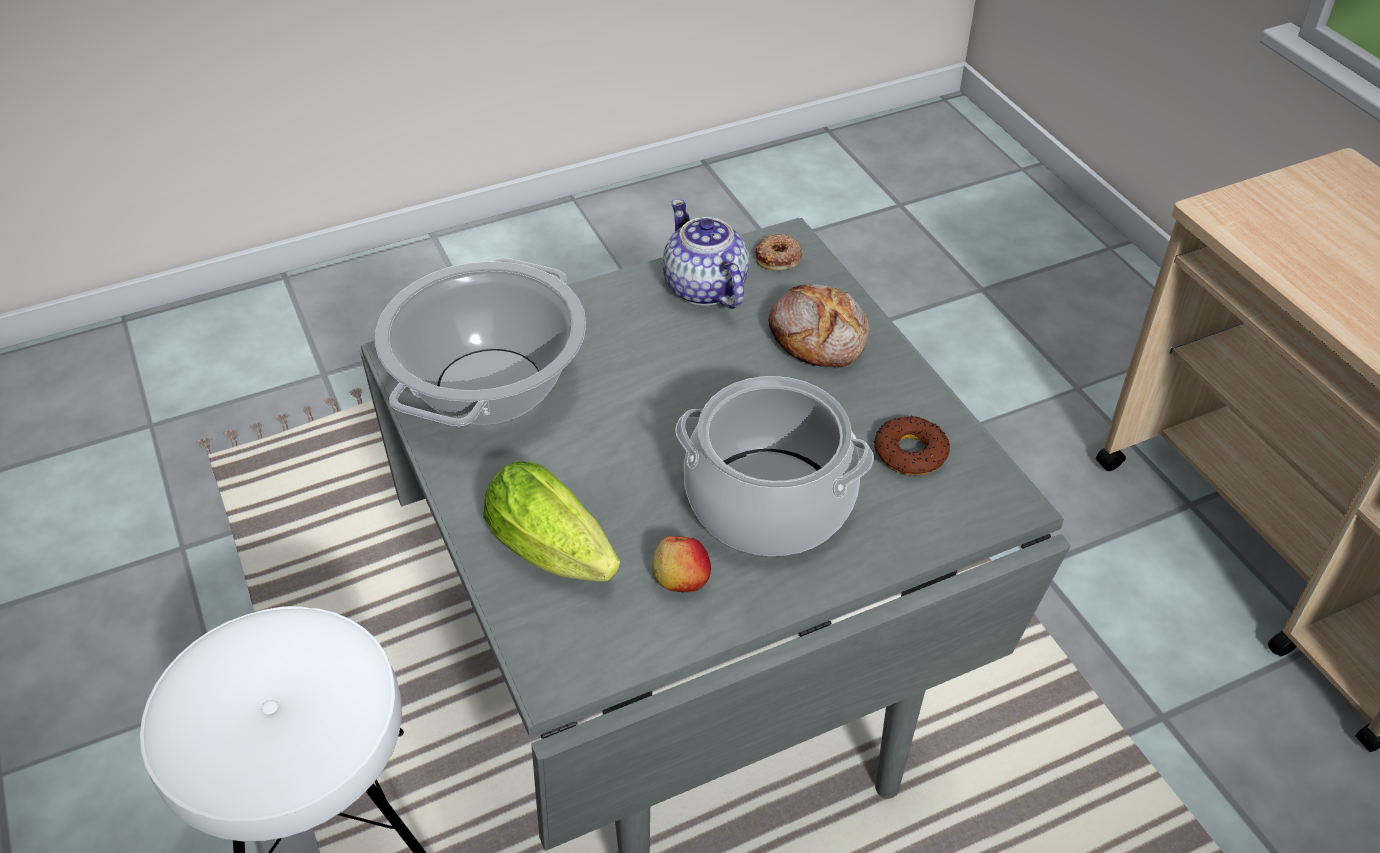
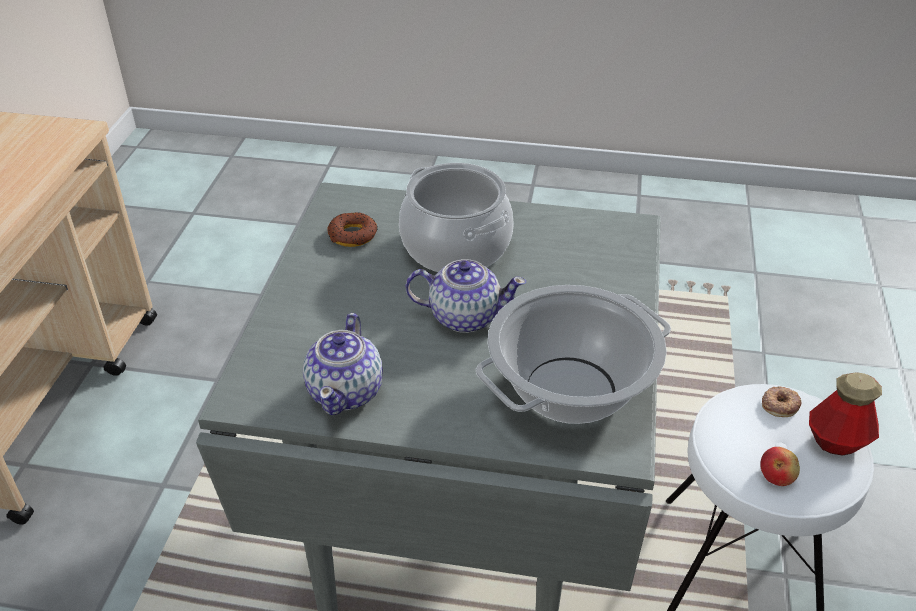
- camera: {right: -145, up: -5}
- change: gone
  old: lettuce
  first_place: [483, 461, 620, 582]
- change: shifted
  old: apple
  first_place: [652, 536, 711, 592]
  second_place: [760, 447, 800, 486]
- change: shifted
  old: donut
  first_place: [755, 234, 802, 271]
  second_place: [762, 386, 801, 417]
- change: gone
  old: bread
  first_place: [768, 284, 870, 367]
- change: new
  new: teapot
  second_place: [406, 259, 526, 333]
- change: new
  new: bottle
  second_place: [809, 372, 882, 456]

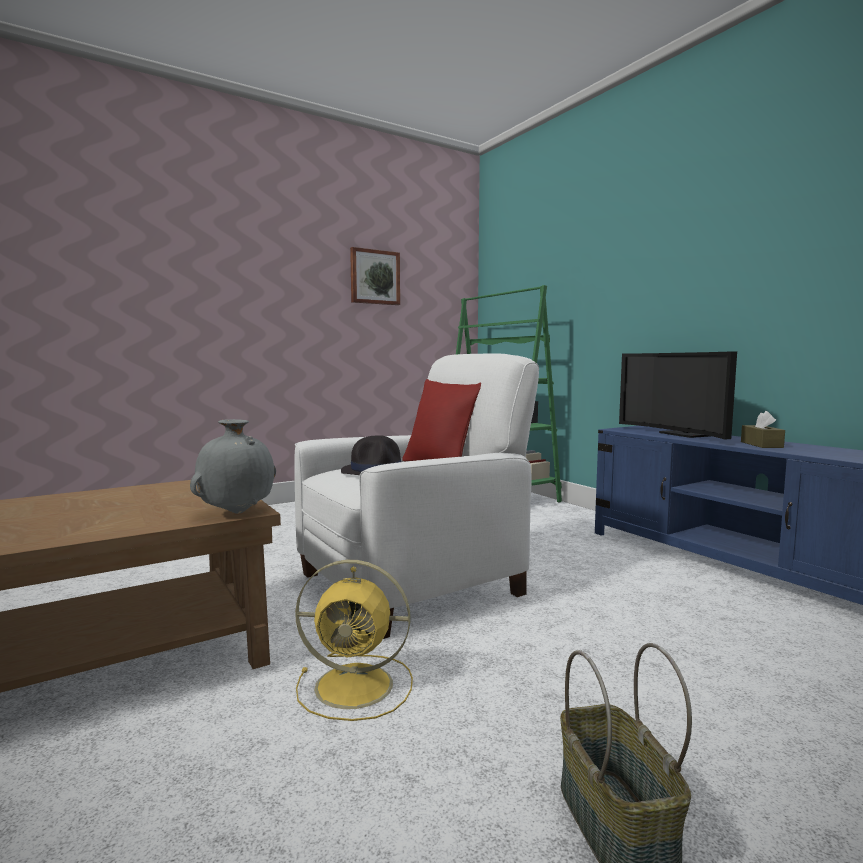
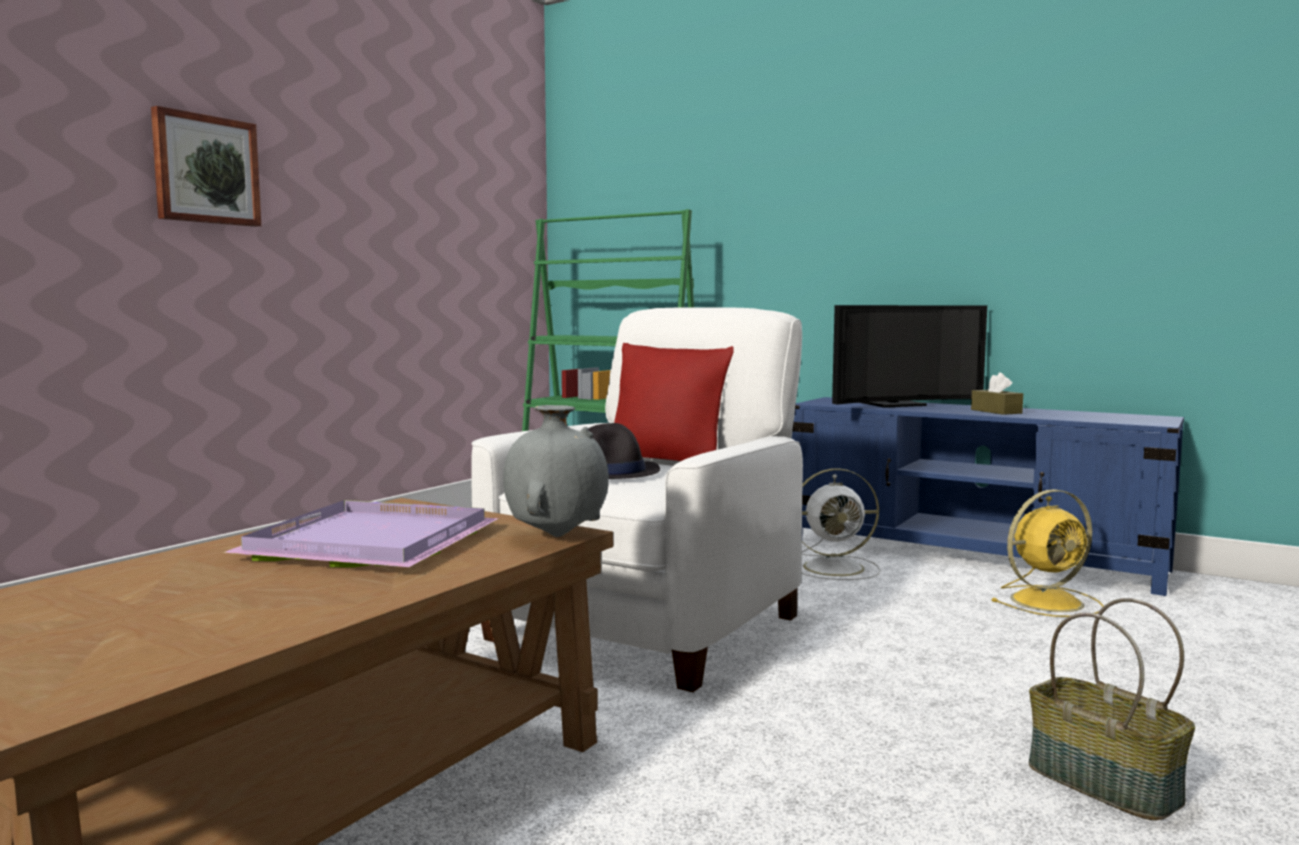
- camera: {right: -25, up: 0}
- change: shifted
  old: yellow fan
  first_place: [295, 560, 413, 721]
  second_place: [991, 489, 1104, 617]
- change: shifted
  old: picture
  first_place: [350, 247, 400, 305]
  second_place: [151, 106, 261, 227]
- change: rotated
  old: television
  first_place: [619, 351, 737, 440]
  second_place: [832, 305, 987, 407]
  degrees: -60
- change: new
  new: purple tray
  second_place: [223, 500, 499, 567]
- change: new
  new: white fan
  second_place: [801, 468, 881, 580]

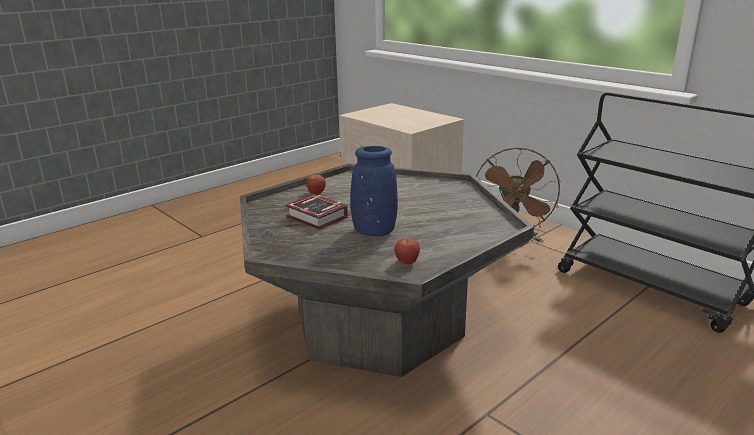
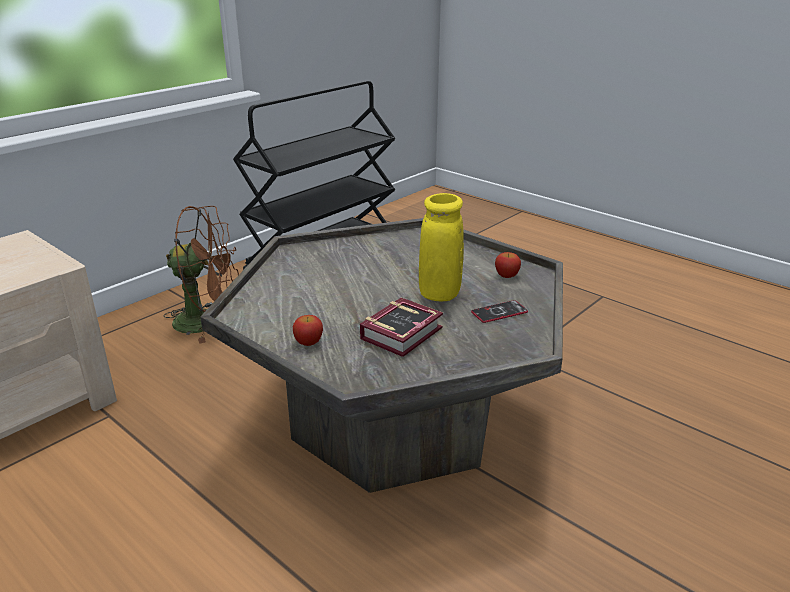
- camera: {right: -95, up: 5}
- change: repainted
  old: blue vase
  new: yellow vase
  first_place: [350, 146, 398, 236]
  second_place: [419, 193, 464, 301]
- change: new
  new: phone
  second_place: [471, 300, 528, 323]

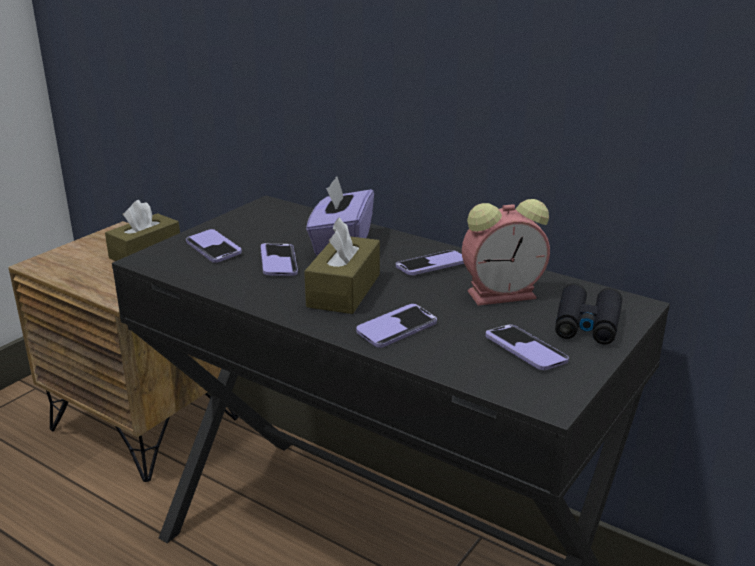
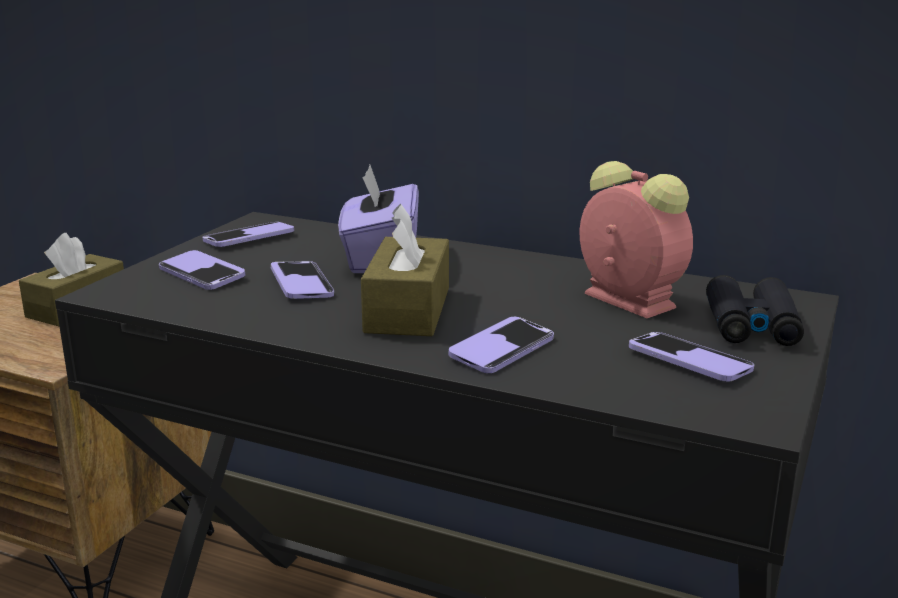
- camera: {right: -10, up: -5}
- change: shifted
  old: phone
  first_place: [396, 250, 464, 275]
  second_place: [202, 222, 294, 247]
- change: rotated
  old: alarm clock
  first_place: [462, 199, 550, 306]
  second_place: [580, 161, 693, 318]
  degrees: -105

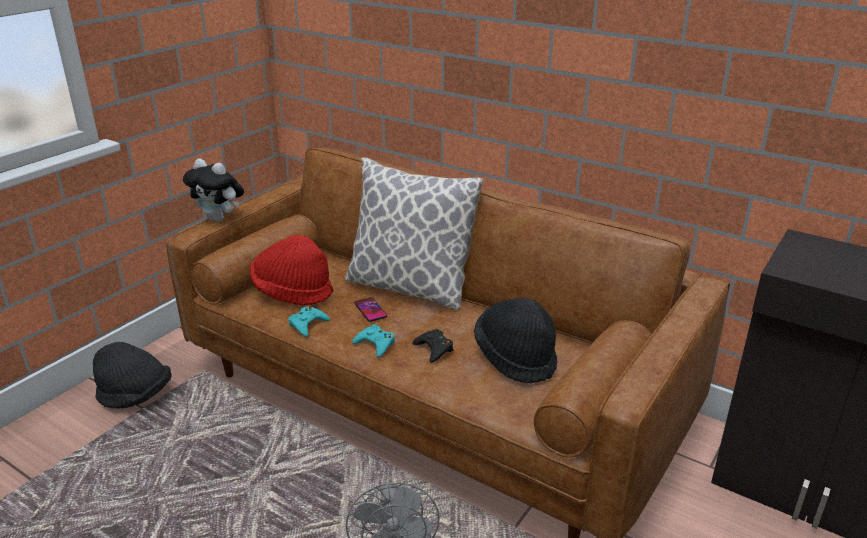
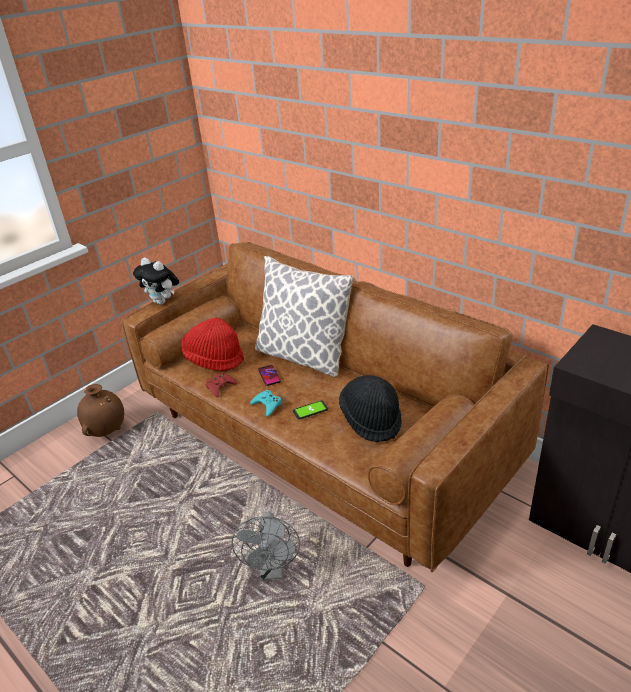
- camera: {right: 10, up: 5}
- change: swapped
  old: black hat
  new: brown vase
  first_place: [93, 342, 172, 408]
  second_place: [77, 384, 124, 437]
- change: repainted
  old: turquoise game controller
  new: red game controller
  first_place: [288, 306, 330, 337]
  second_place: [206, 373, 237, 398]
- change: swapped
  old: black game controller
  new: phone
  first_place: [412, 329, 453, 363]
  second_place: [293, 400, 328, 419]

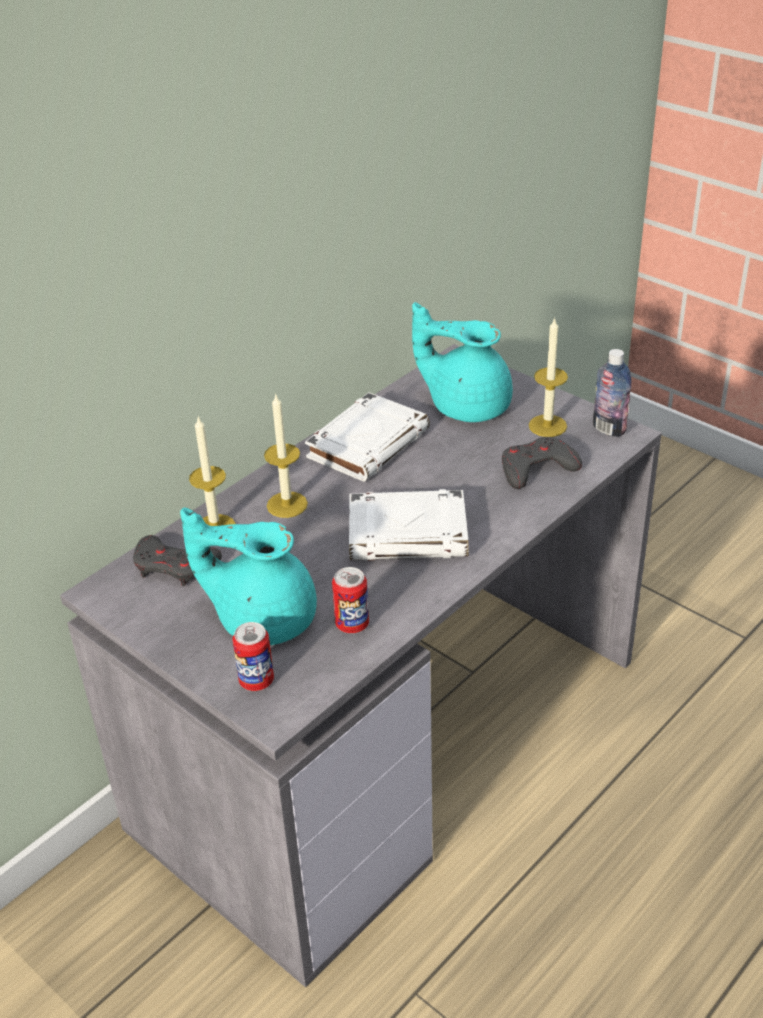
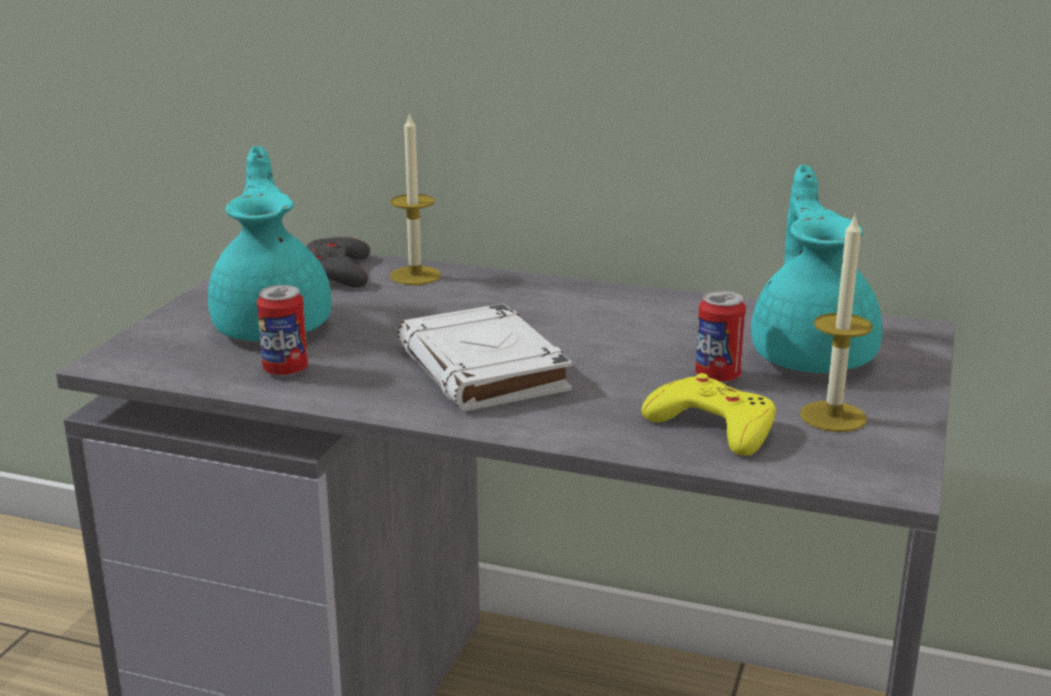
- camera: {right: 65, up: -15}
- change: shifted
  old: can
  first_place: [233, 622, 274, 691]
  second_place: [695, 290, 746, 383]
- change: gone
  old: candle
  first_place: [264, 395, 308, 518]
- change: gone
  old: white book
  first_place: [305, 392, 430, 482]
- change: repainted
  old: grey game controller
  new: yellow game controller
  first_place: [502, 437, 582, 489]
  second_place: [642, 373, 776, 456]
- change: gone
  old: bottle
  first_place: [593, 349, 631, 437]

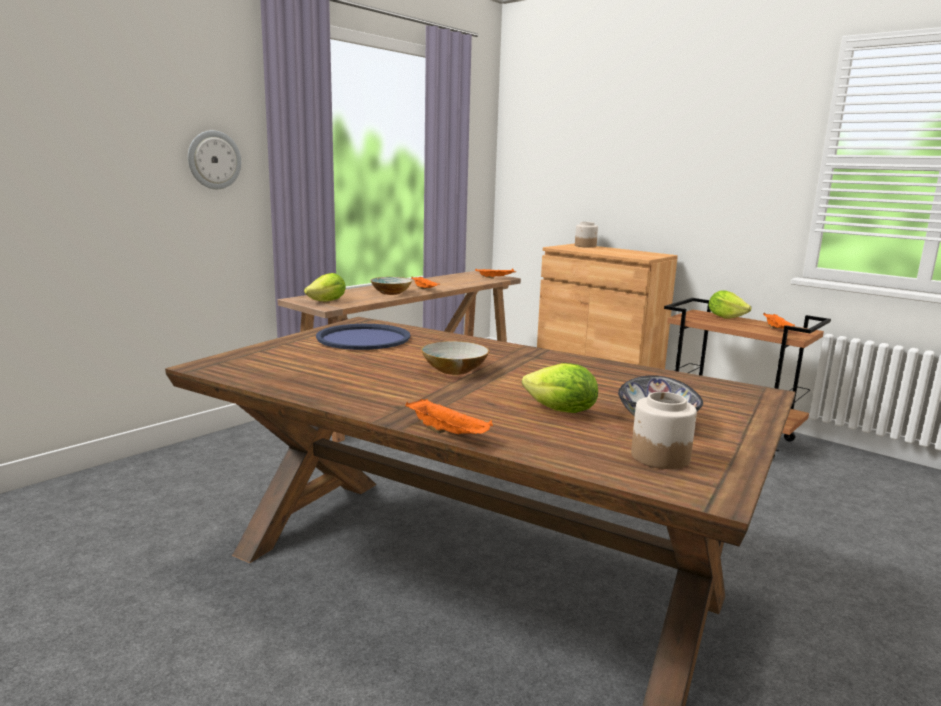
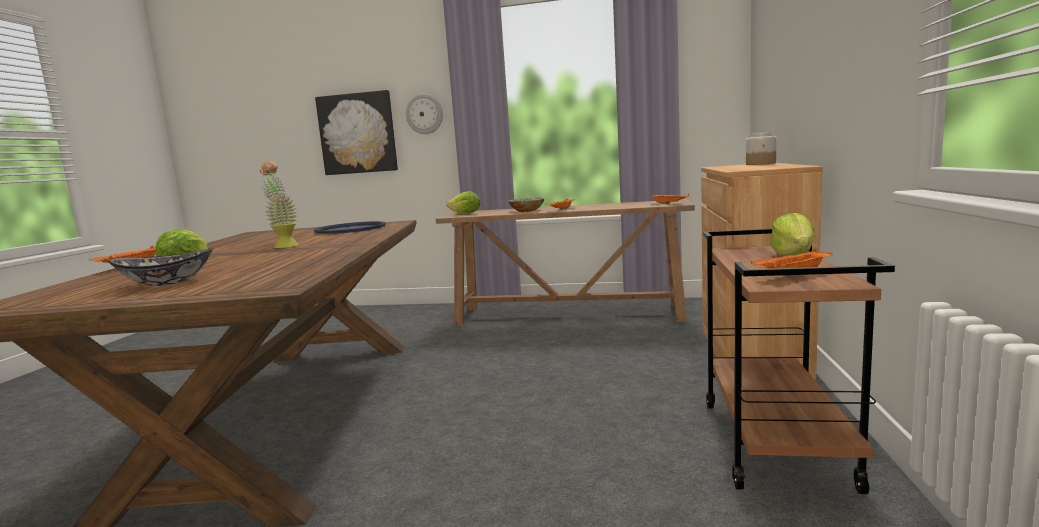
- camera: {right: 60, up: -5}
- change: swapped
  old: bowl
  new: potted plant
  first_place: [421, 341, 490, 375]
  second_place: [260, 162, 299, 248]
- change: gone
  old: jar
  first_place: [631, 392, 697, 469]
- change: new
  new: picture
  second_place: [315, 90, 398, 175]

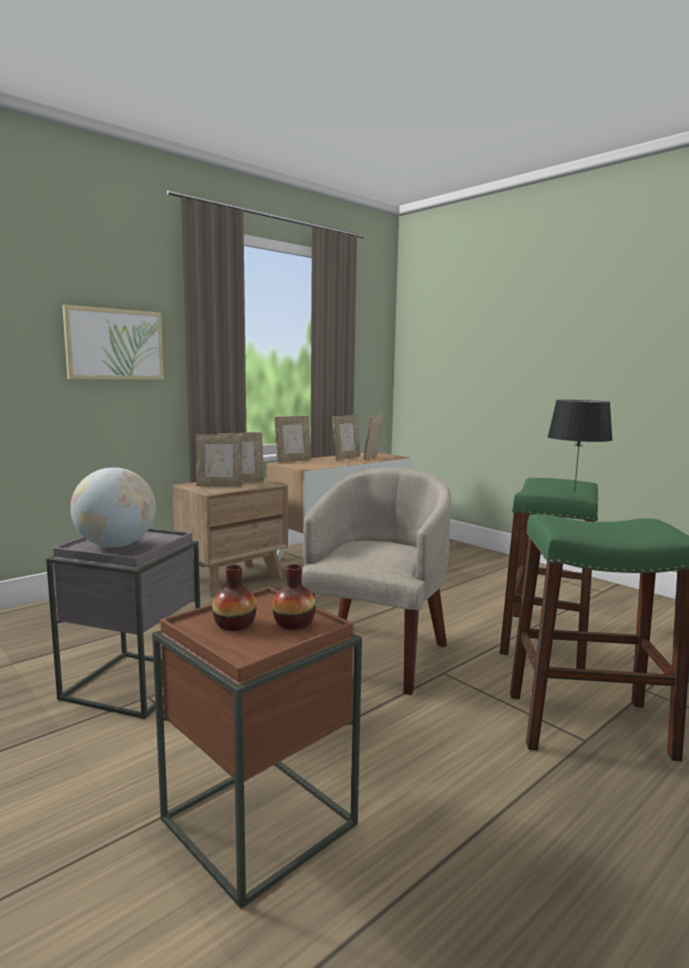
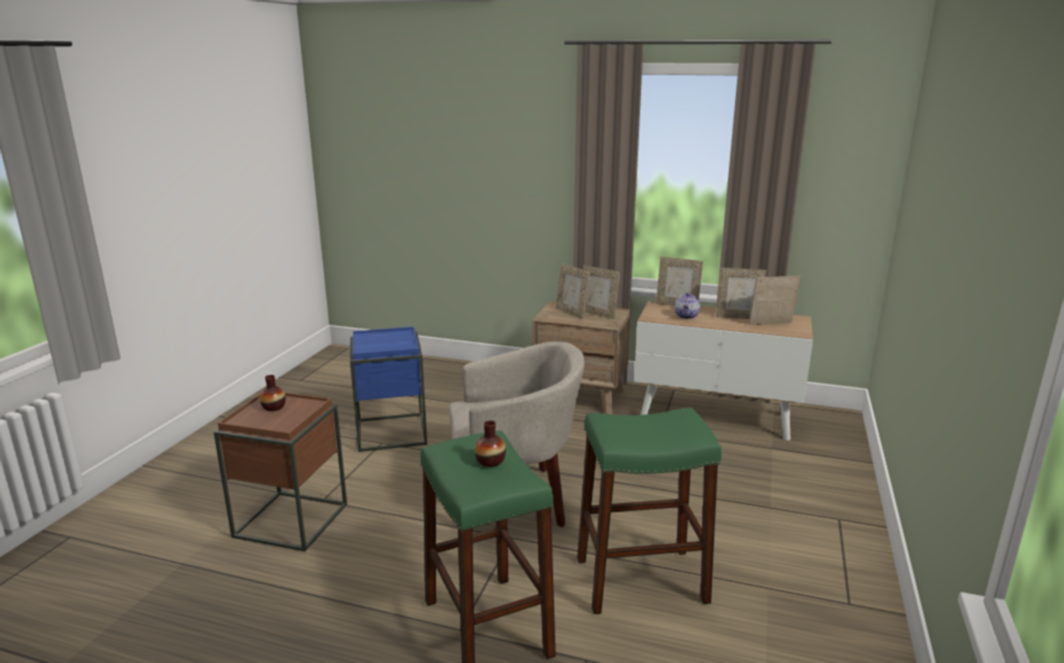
- camera: {right: 60, up: 10}
- change: repainted
  old: grey side table
  new: blue side table
  first_place: [46, 528, 200, 719]
  second_place: [350, 327, 427, 452]
- change: gone
  old: picture
  first_place: [62, 305, 164, 380]
- change: gone
  old: globe
  first_place: [70, 467, 156, 548]
- change: shifted
  old: vase
  first_place: [273, 564, 316, 630]
  second_place: [475, 421, 506, 467]
- change: gone
  old: black table lamp
  first_place: [547, 400, 613, 493]
- change: new
  new: teapot
  second_place: [674, 292, 700, 319]

